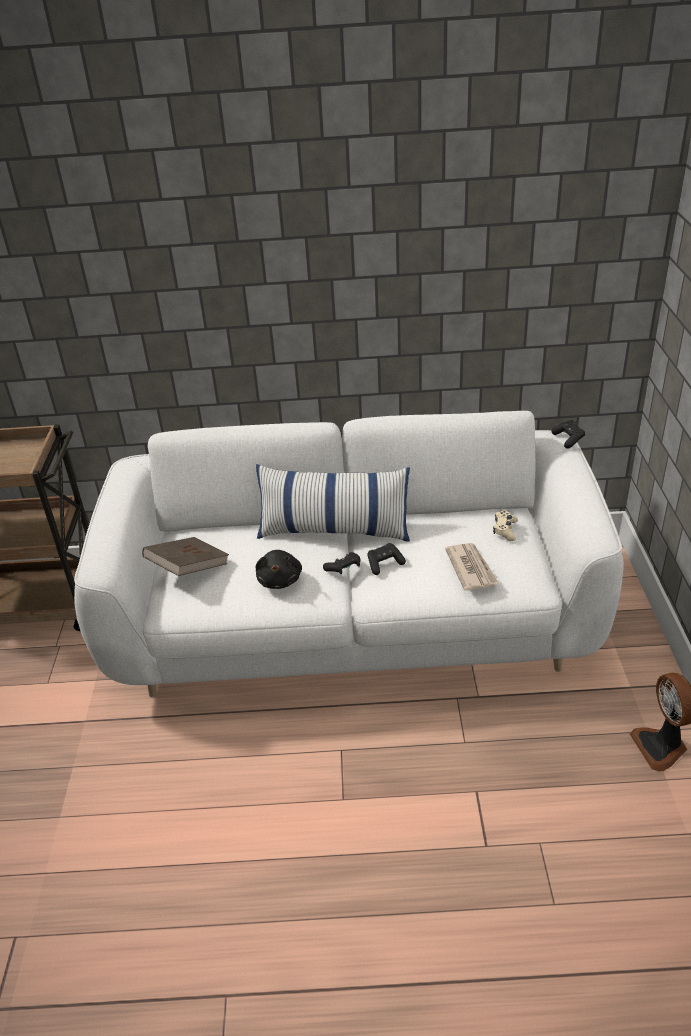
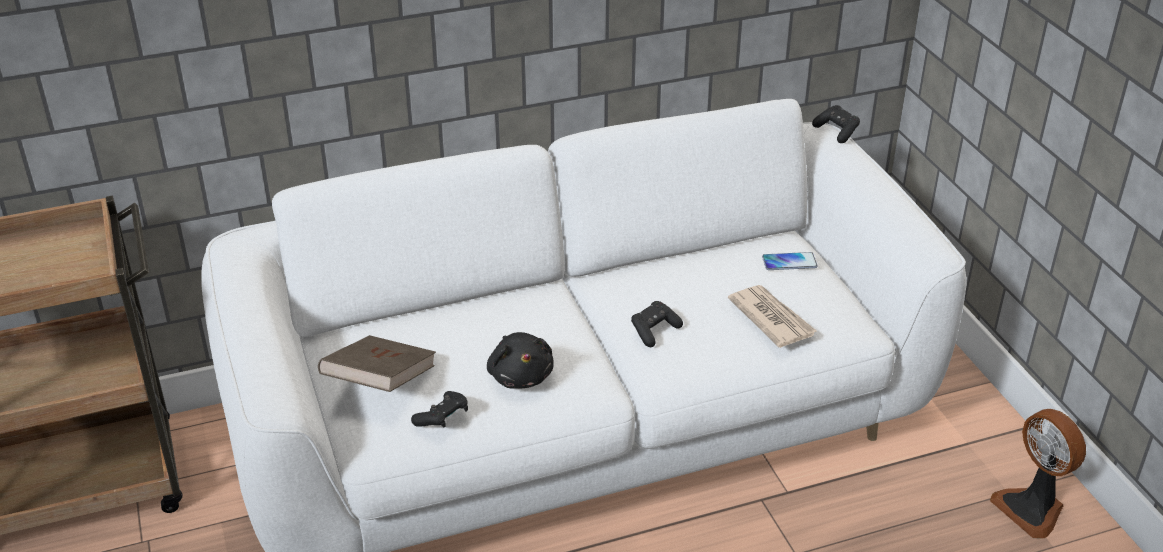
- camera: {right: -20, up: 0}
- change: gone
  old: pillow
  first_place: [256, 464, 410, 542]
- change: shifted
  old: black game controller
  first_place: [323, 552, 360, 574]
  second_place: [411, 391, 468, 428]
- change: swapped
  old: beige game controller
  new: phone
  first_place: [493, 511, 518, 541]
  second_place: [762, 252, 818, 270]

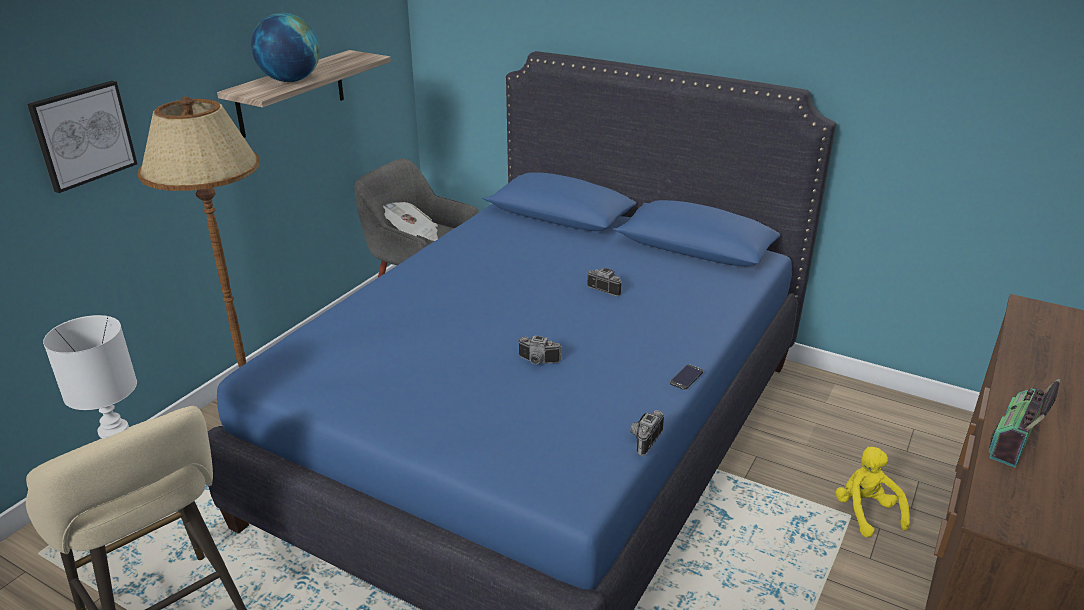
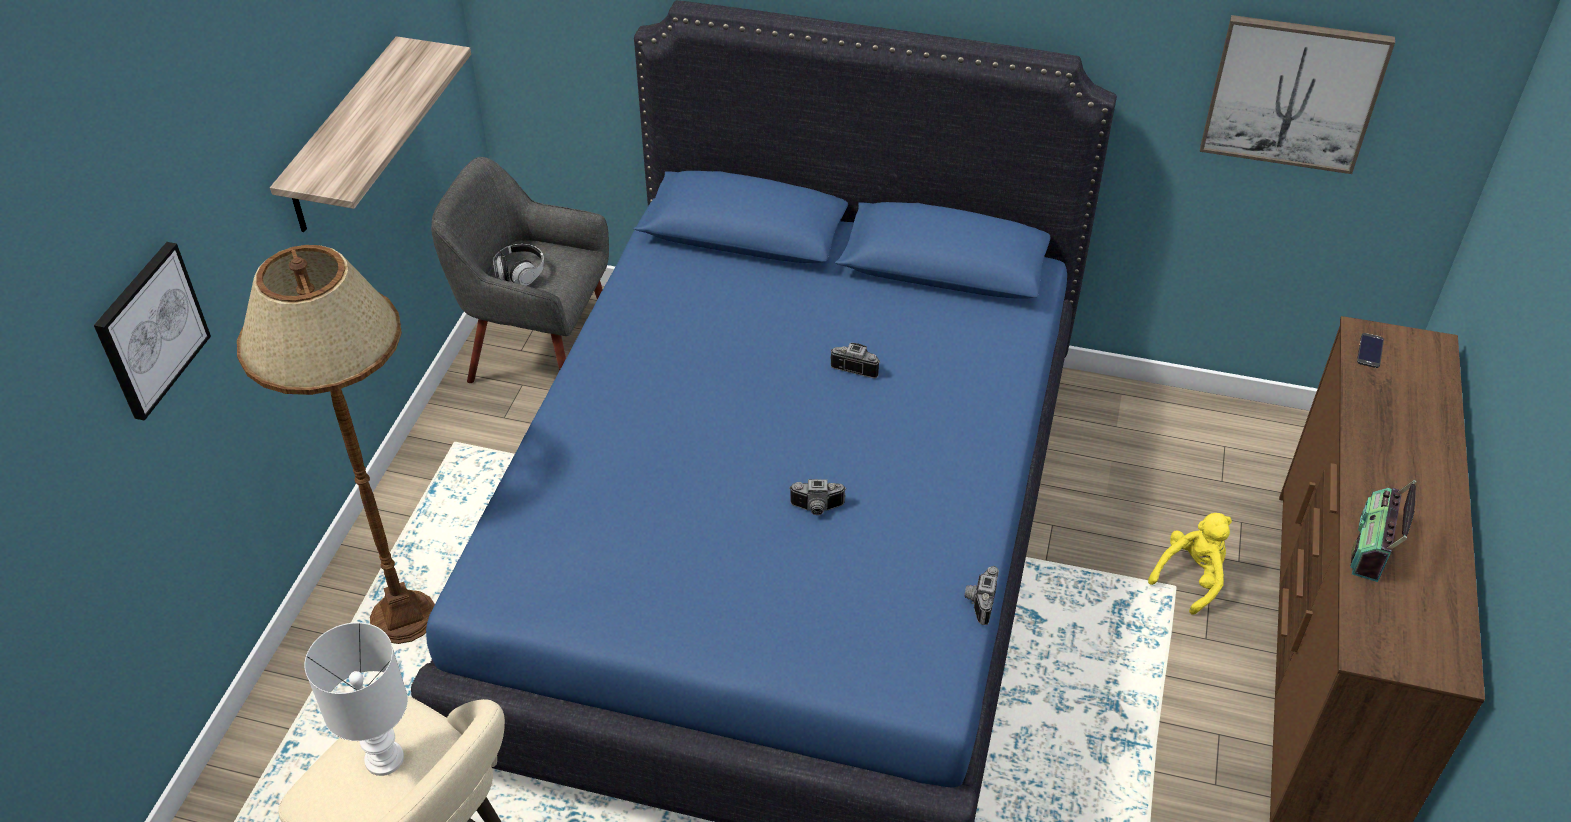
- camera: {right: -15, up: 15}
- change: gone
  old: globe
  first_place: [251, 13, 320, 82]
- change: swapped
  old: newspaper
  new: headphones
  first_place: [383, 202, 438, 241]
  second_place: [493, 244, 544, 286]
- change: shifted
  old: phone
  first_place: [670, 365, 703, 390]
  second_place: [1357, 333, 1384, 368]
- change: rotated
  old: yellow plush toy
  first_place: [835, 446, 910, 537]
  second_place: [1148, 513, 1232, 615]
  degrees: 75
- change: new
  new: picture
  second_place: [1200, 15, 1395, 174]

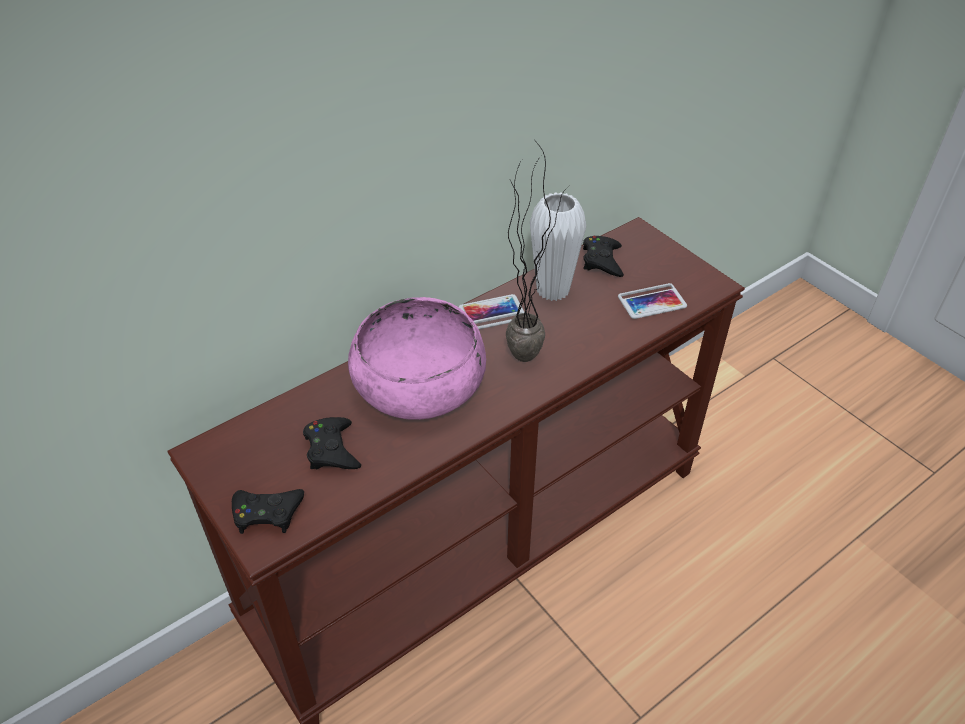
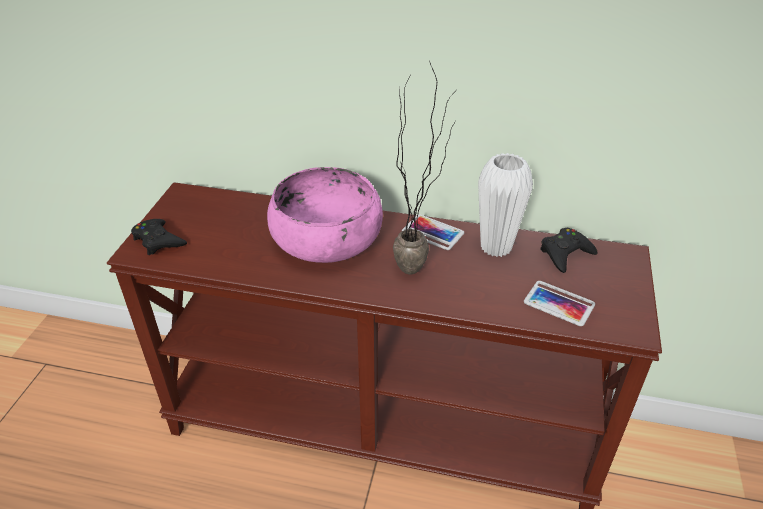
- camera: {right: 50, up: -5}
- change: gone
  old: black game controller
  first_place: [303, 417, 361, 470]

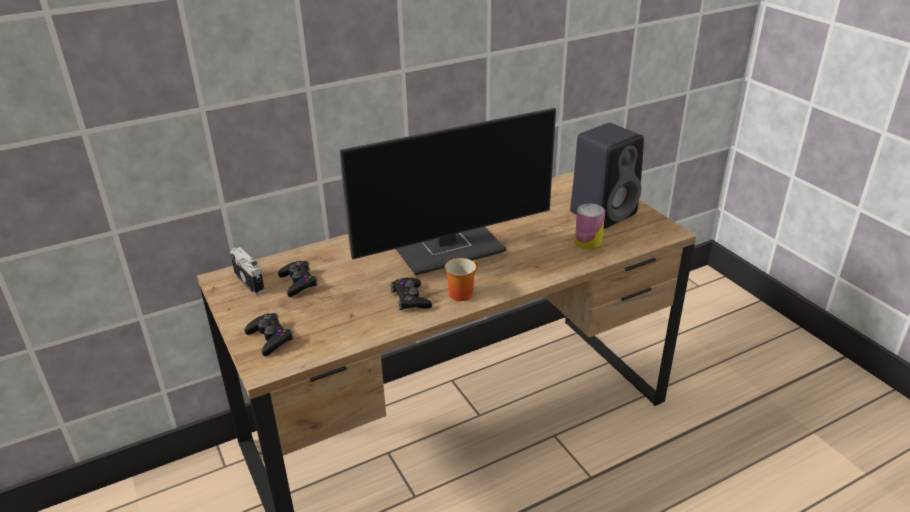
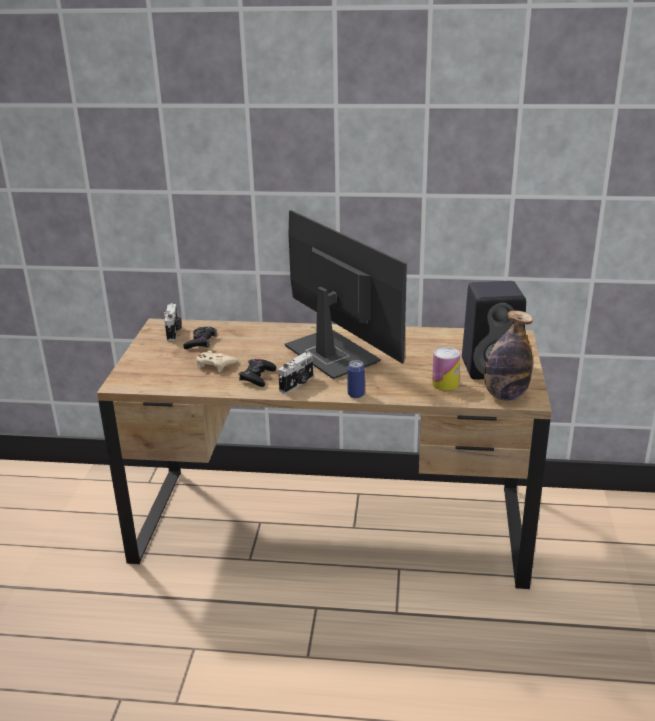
- camera: {right: 35, up: -5}
- change: gone
  old: black game controller
  first_place: [245, 313, 293, 356]
- change: rotated
  old: monitor
  first_place: [340, 108, 556, 275]
  second_place: [285, 210, 407, 379]
  degrees: -135
- change: swapped
  old: mug
  new: photo camera
  first_place: [445, 258, 478, 301]
  second_place: [278, 352, 313, 394]
- change: new
  new: beige game controller
  second_place: [196, 351, 238, 372]
- change: new
  new: can
  second_place: [347, 360, 365, 398]
- change: new
  new: bottle
  second_place: [484, 310, 533, 401]

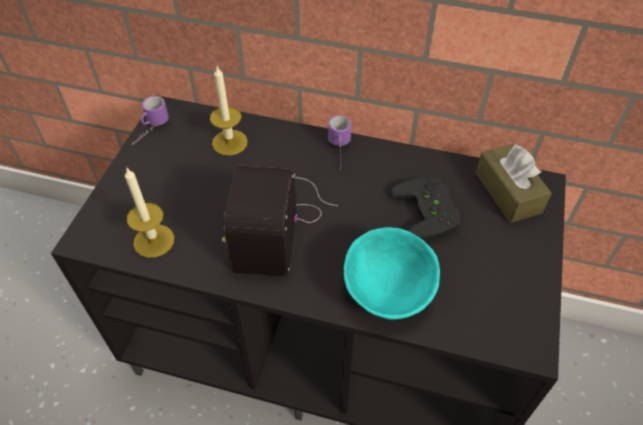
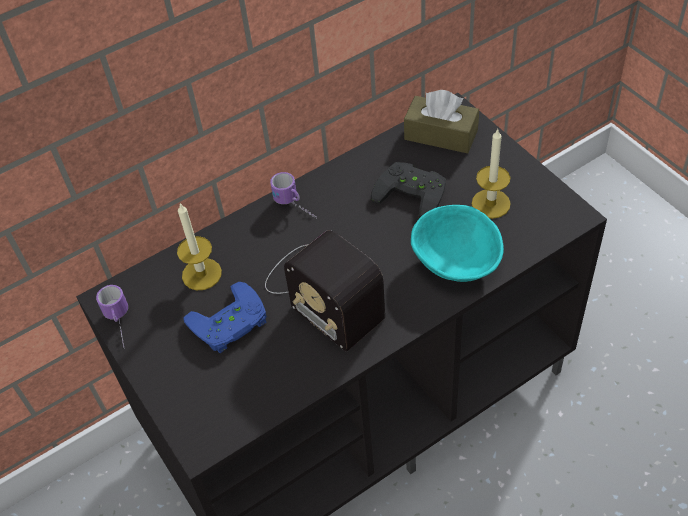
- camera: {right: -45, up: 0}
- change: shifted
  old: candle
  first_place: [125, 168, 174, 258]
  second_place: [472, 128, 511, 219]
- change: new
  new: blue game controller
  second_place: [183, 282, 267, 353]

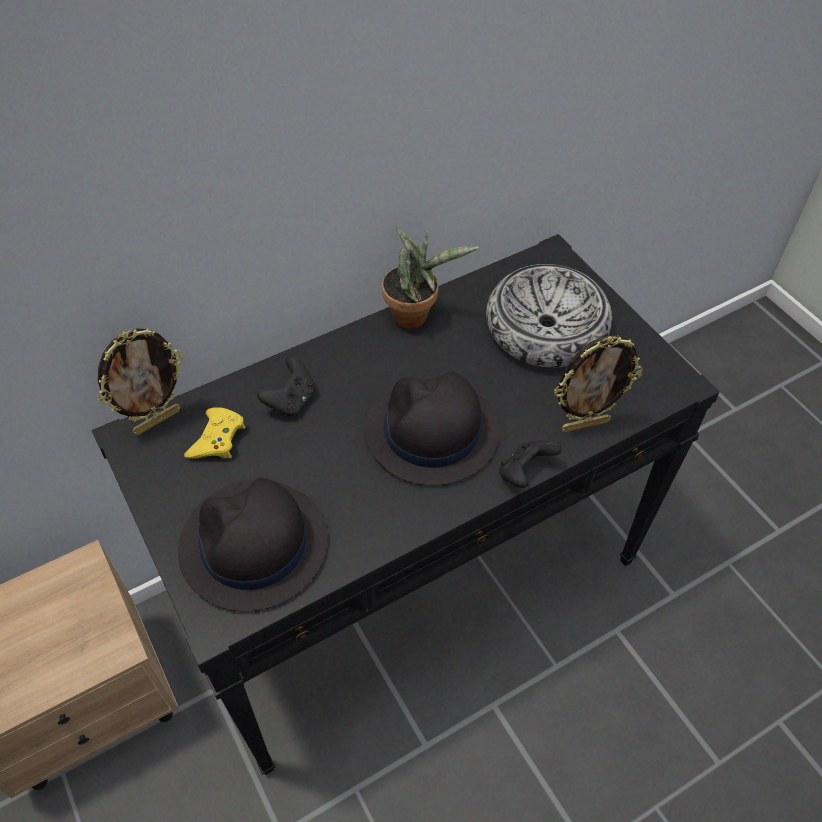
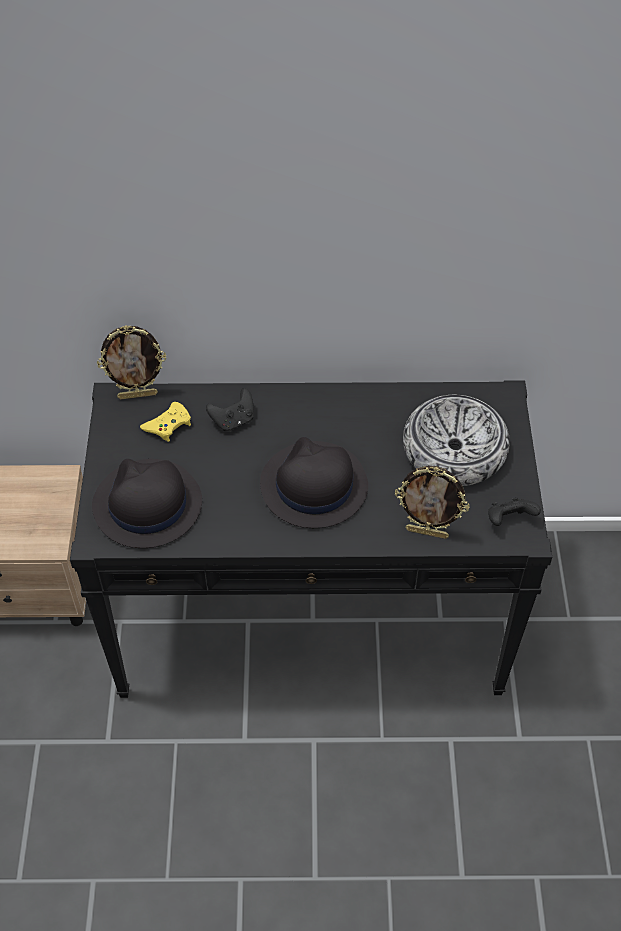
- camera: {right: 30, up: 0}
- change: gone
  old: potted plant
  first_place: [382, 227, 479, 329]
- change: shifted
  old: black game controller
  first_place: [499, 439, 562, 488]
  second_place: [488, 498, 541, 526]

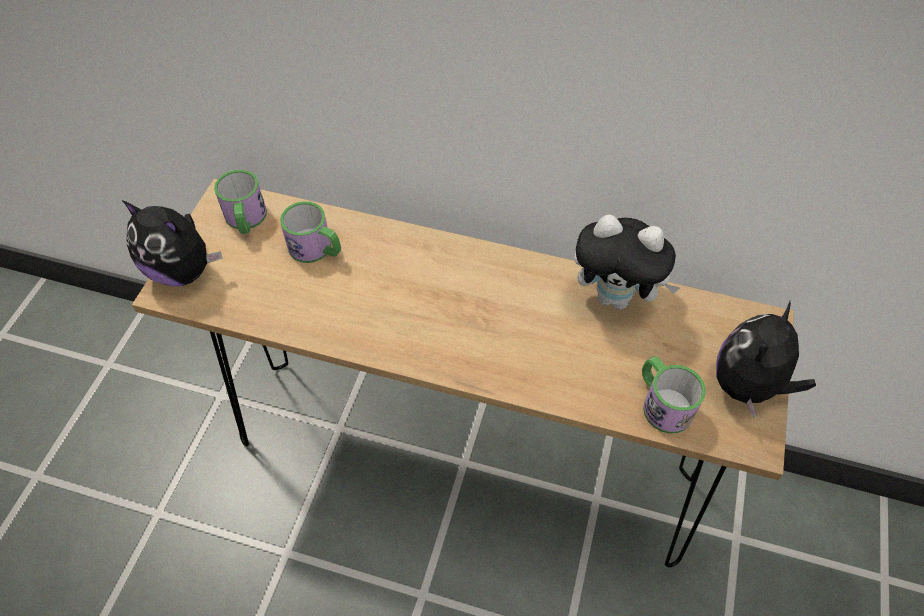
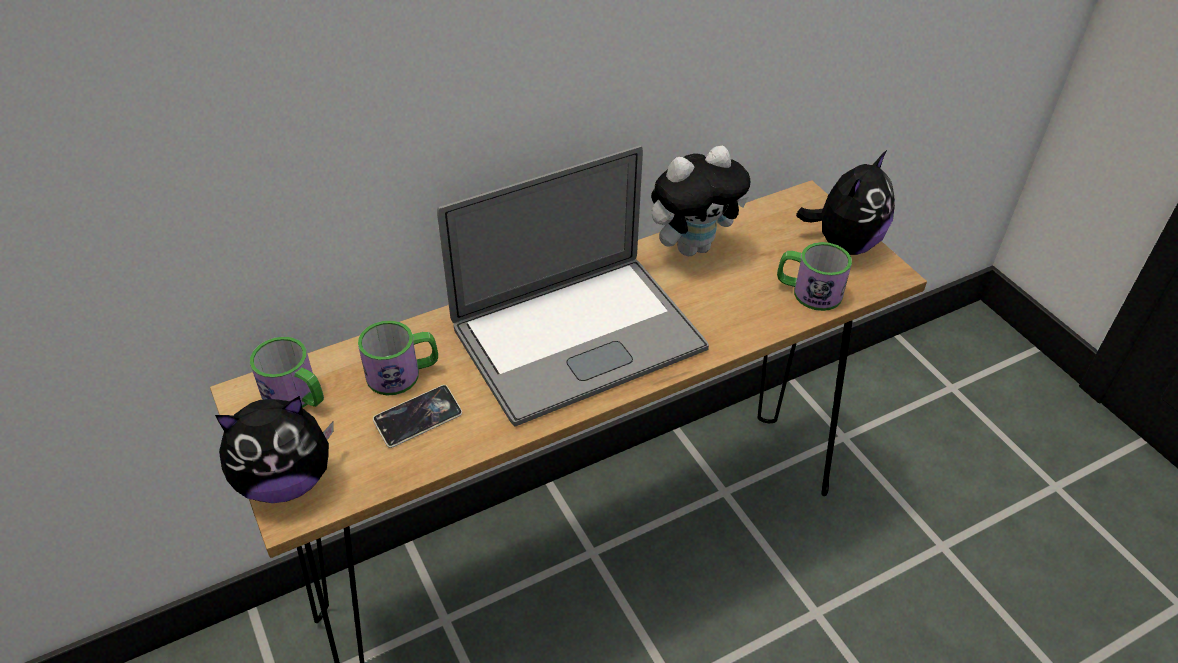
- camera: {right: -45, up: -10}
- change: rotated
  old: plush toy
  first_place: [716, 301, 816, 419]
  second_place: [796, 150, 895, 255]
  degrees: -135
- change: new
  new: phone
  second_place: [373, 385, 462, 448]
- change: new
  new: laptop
  second_place: [437, 146, 709, 427]

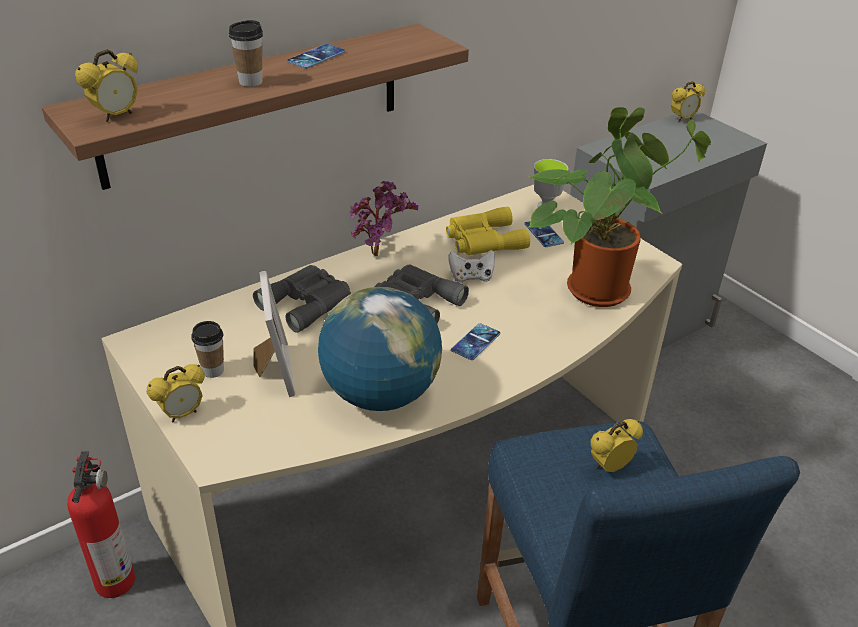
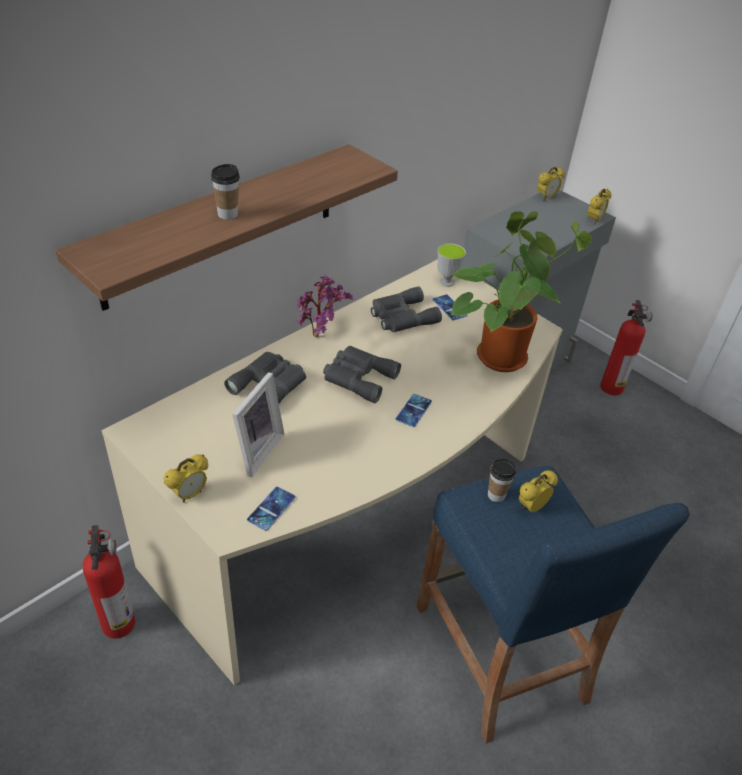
- camera: {right: -10, up: 5}
- change: shifted
  old: alarm clock
  first_place: [75, 49, 138, 122]
  second_place: [587, 189, 611, 224]
- change: shifted
  old: cup
  first_place: [191, 321, 224, 378]
  second_place: [488, 458, 516, 502]
- change: rotated
  old: picture frame
  first_place: [253, 271, 295, 397]
  second_place: [232, 372, 285, 477]
  degrees: 45
- change: shifted
  old: phone
  first_place: [287, 44, 346, 68]
  second_place: [247, 487, 296, 531]
- change: gone
  old: globe
  first_place: [318, 287, 442, 411]
- change: repainted
  old: yellow binoculars
  new: grey binoculars
  first_place: [446, 206, 530, 255]
  second_place: [371, 286, 442, 332]
- change: gone
  old: white game controller
  first_place: [448, 250, 495, 283]
- change: new
  new: fire extinguisher
  second_place: [600, 300, 653, 395]

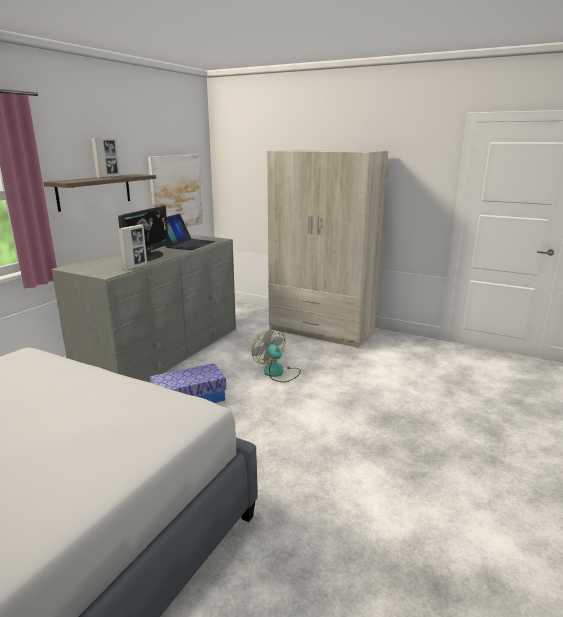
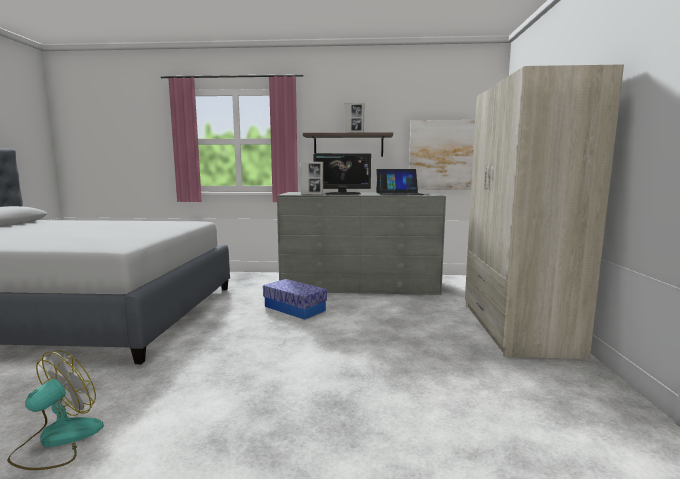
- camera: {right: 65, up: -10}
- change: shifted
  old: fan
  first_place: [252, 329, 301, 382]
  second_place: [7, 350, 104, 470]

